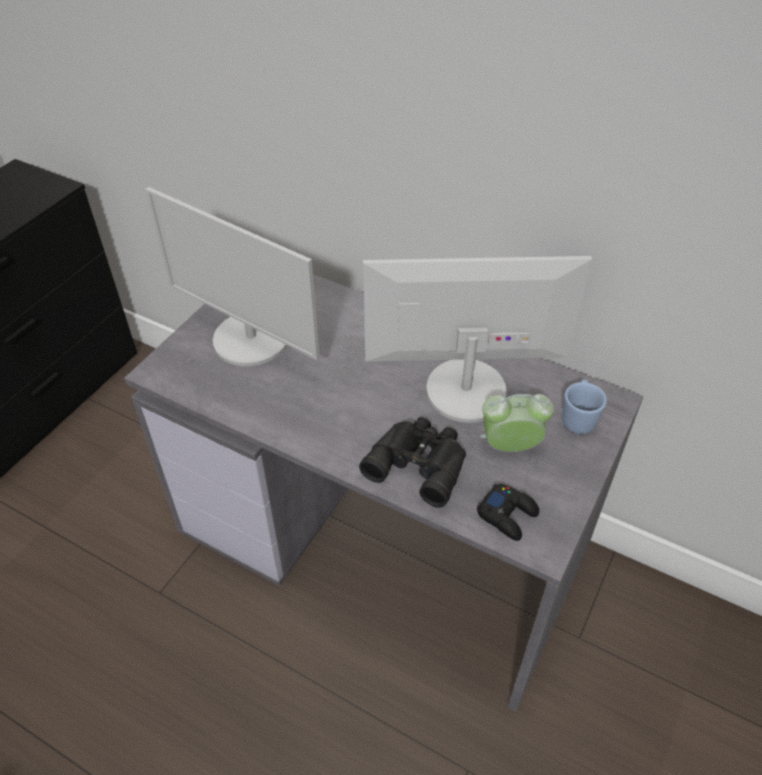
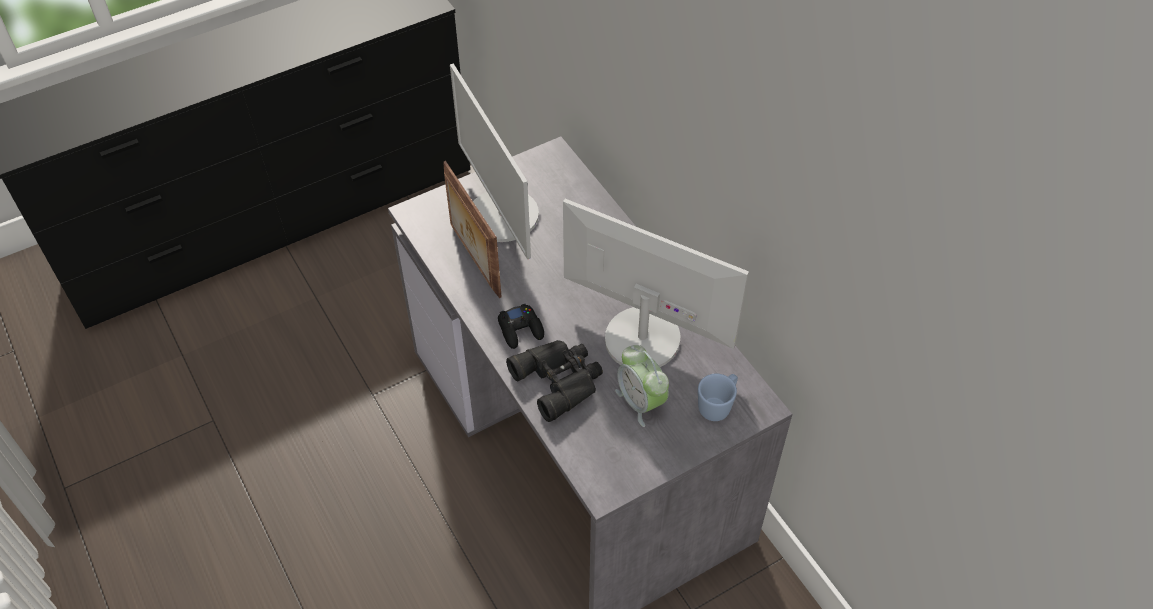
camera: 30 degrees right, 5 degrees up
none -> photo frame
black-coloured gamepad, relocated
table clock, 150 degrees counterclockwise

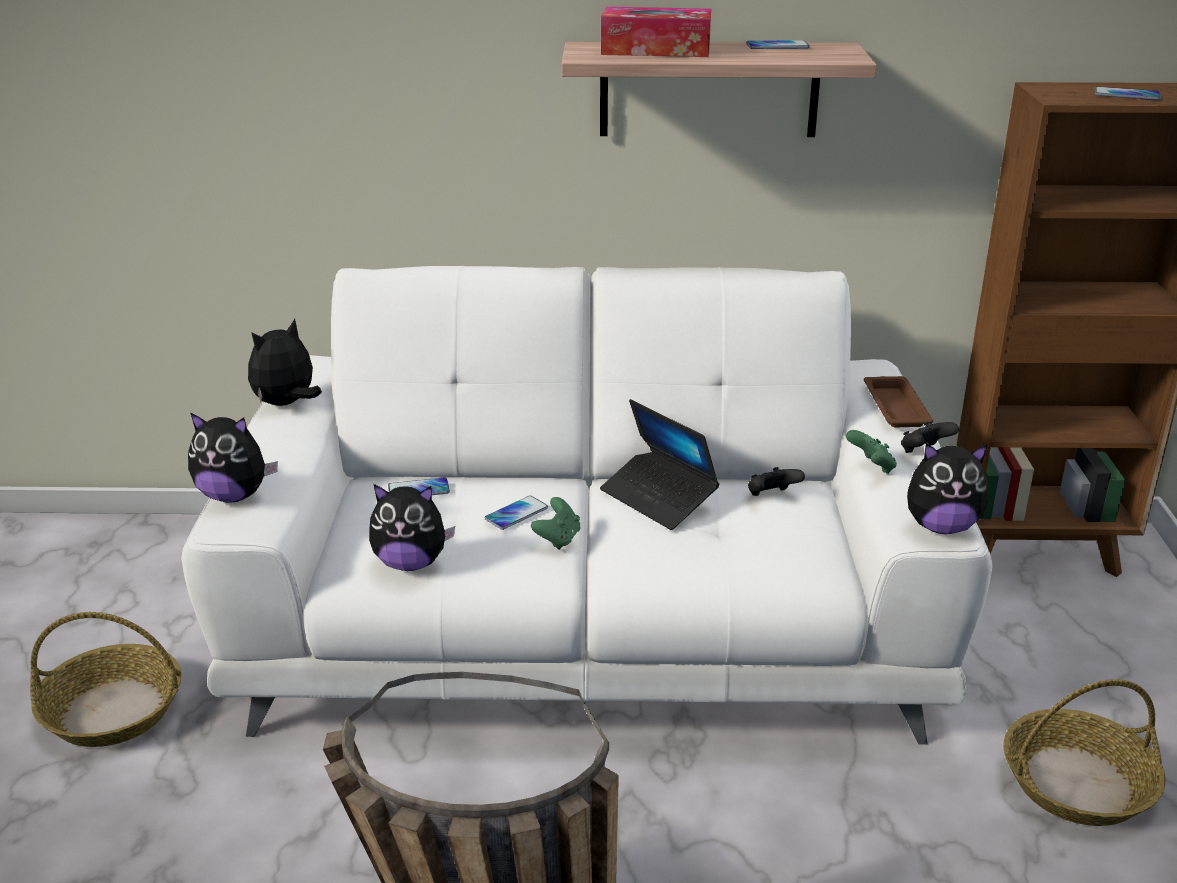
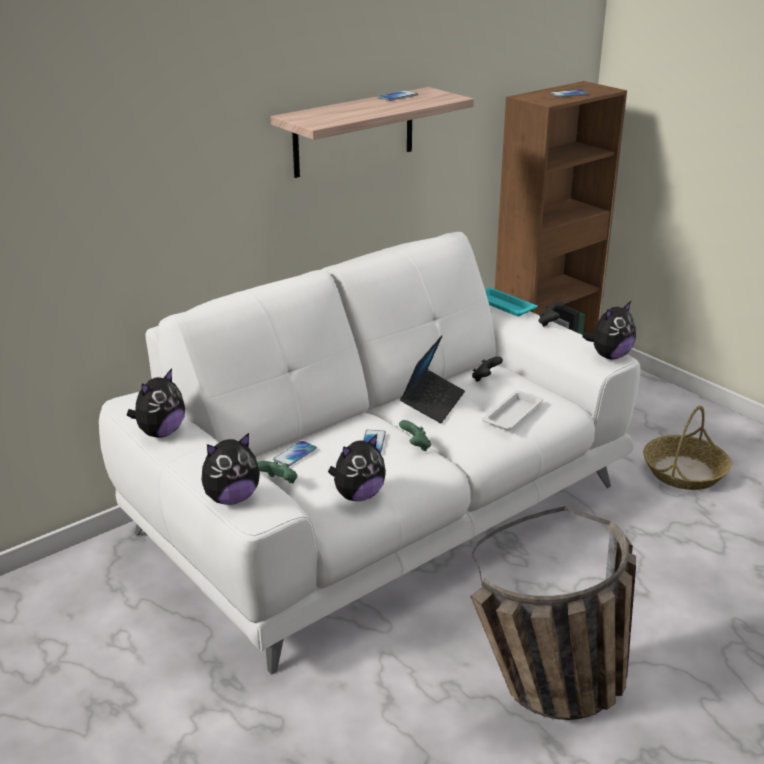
camera: 40 degrees left, 0 degrees up
soft toy (no. 2 from left in the first image) -> soft toy (no. 1 from left), 150 degrees counterclockwise
greenish gamepad (no. 2 from left in the first image) -> greenish gamepad (no. 1 from left), relocated
portable computer, 75 degrees counterclockwise
none -> whitish serving tray
brown-coloured serving tray -> turquoise-coloured serving tray
household basket (no. 1 from left) -> none
tissue holder -> none

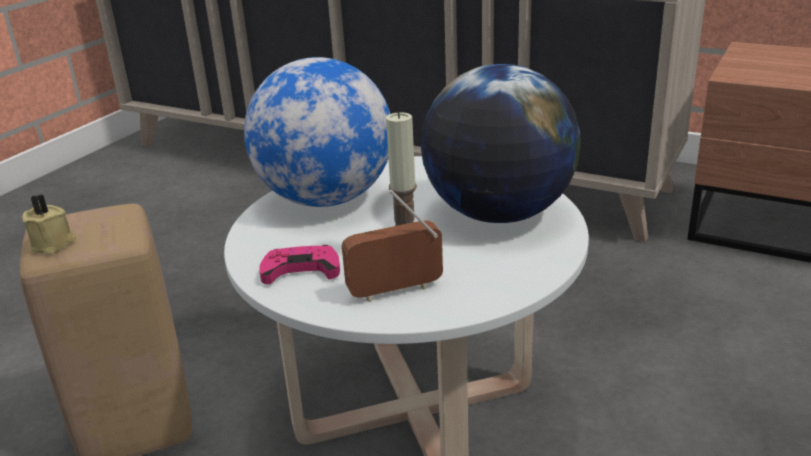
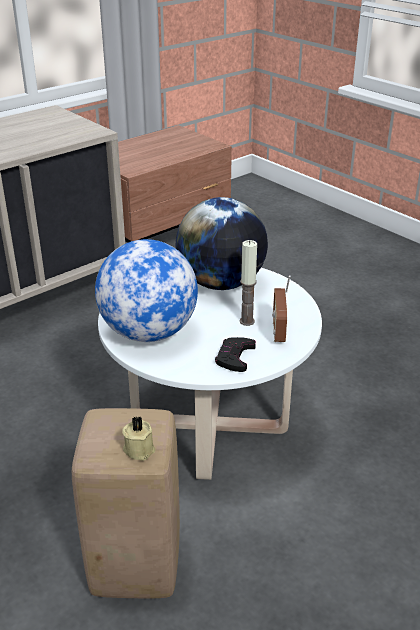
camera: 70 degrees left, 5 degrees up
pink-coloured gamepad -> black-coloured gamepad

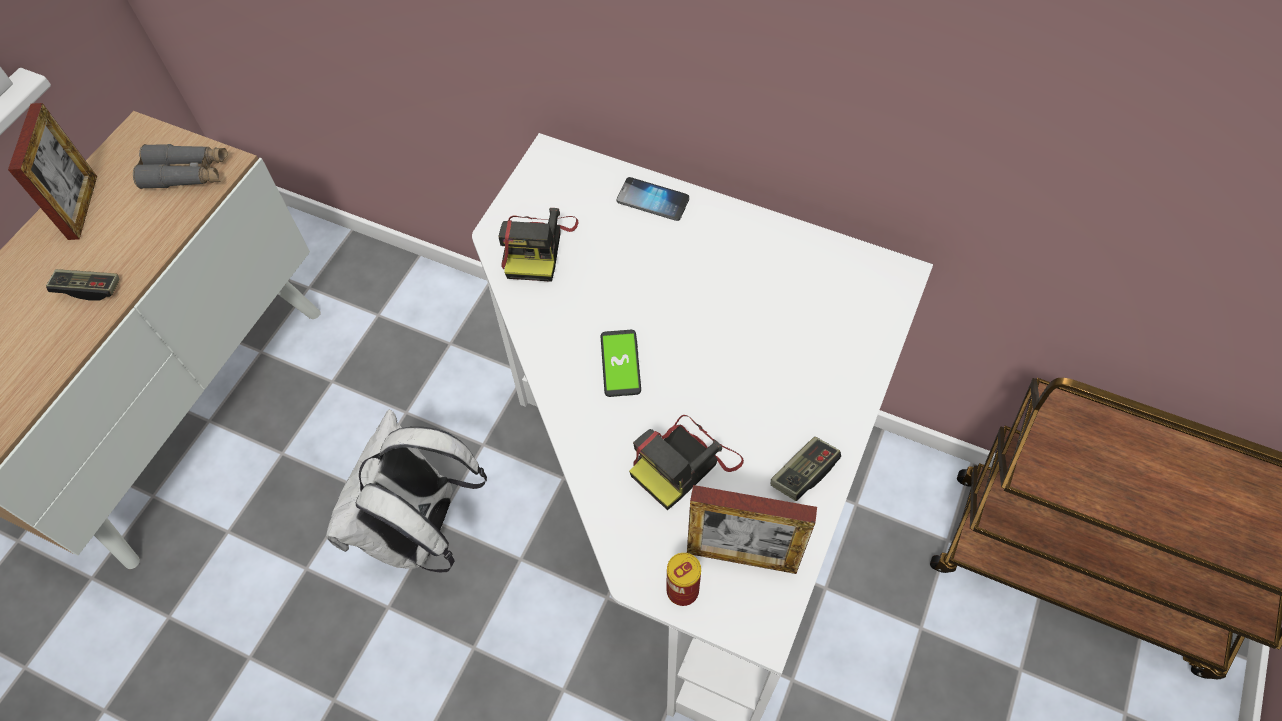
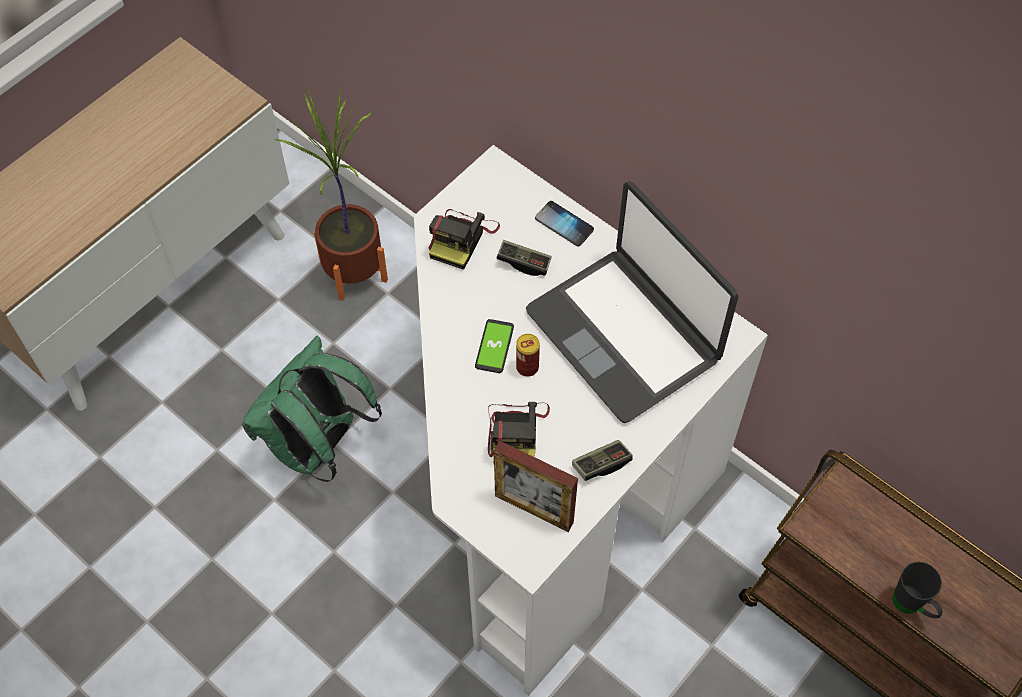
camera: 15 degrees right, 0 degrees up
whitish knapsack -> greenish knapsack
none -> houseplant
photo camera (no. 2 from left), 60 degrees counterclockwise
gamepad (no. 1 from left), relocated
can, relocated
none -> portable computer
none -> black-coloured mug
photo frame (no. 1 from left) -> none
greyish pair of binoculars -> none

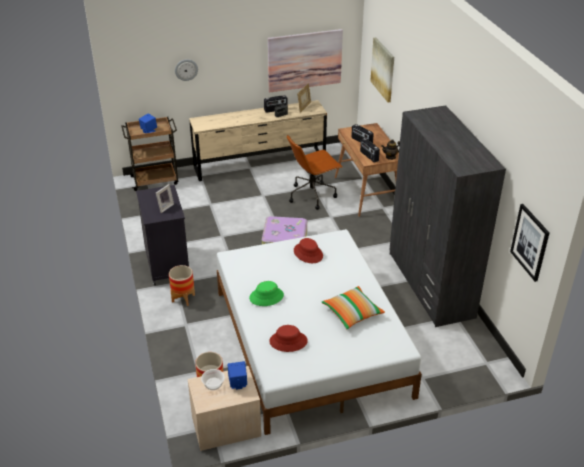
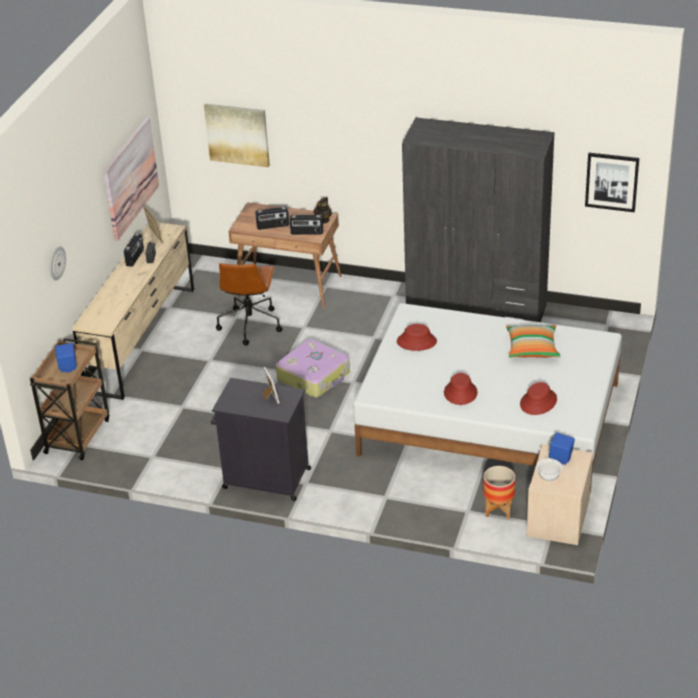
camera: 55 degrees left, 0 degrees up
greenish wearable hat -> red wearable hat (no. 2 from left)
plant pot (no. 1 from left) -> none

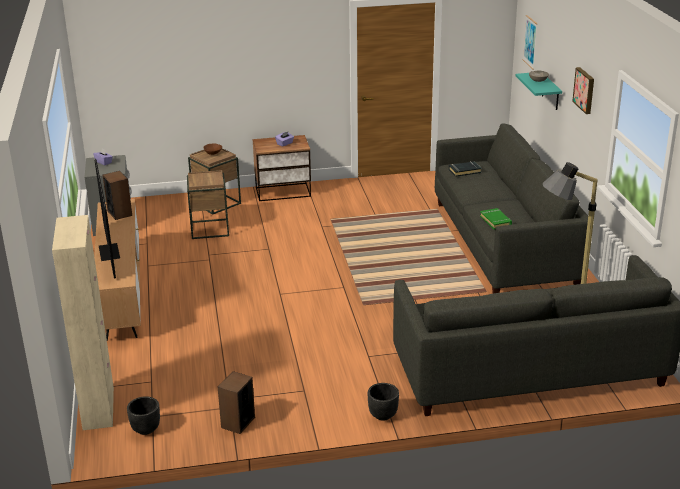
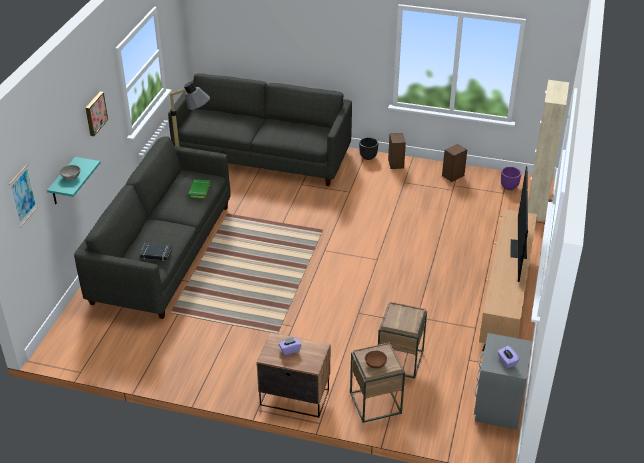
camera: 155 degrees left, 10 degrees up
speaker (no. 1 from left), relocated
black-coloured plant pot (no. 1 from left) -> purple-coloured plant pot

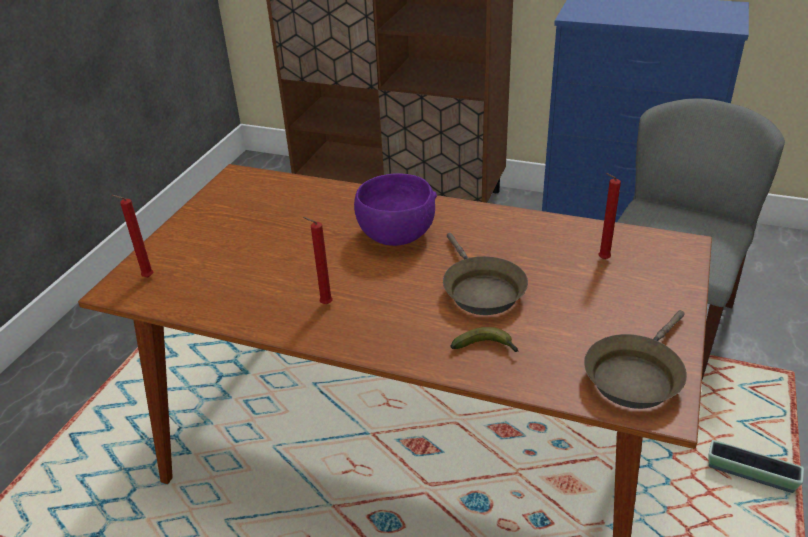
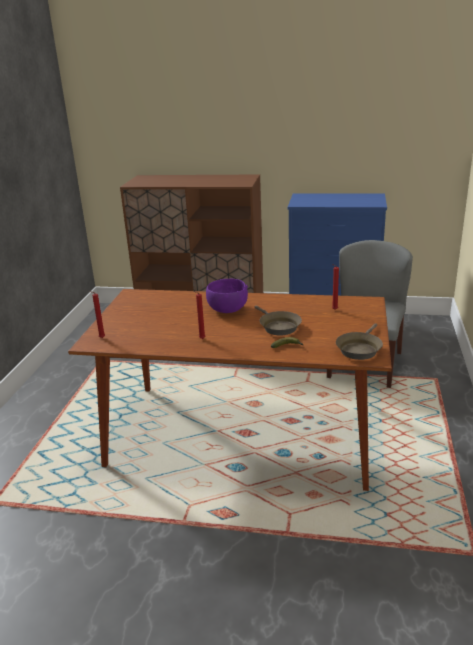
camera: 10 degrees left, 10 degrees down
plant pot -> none

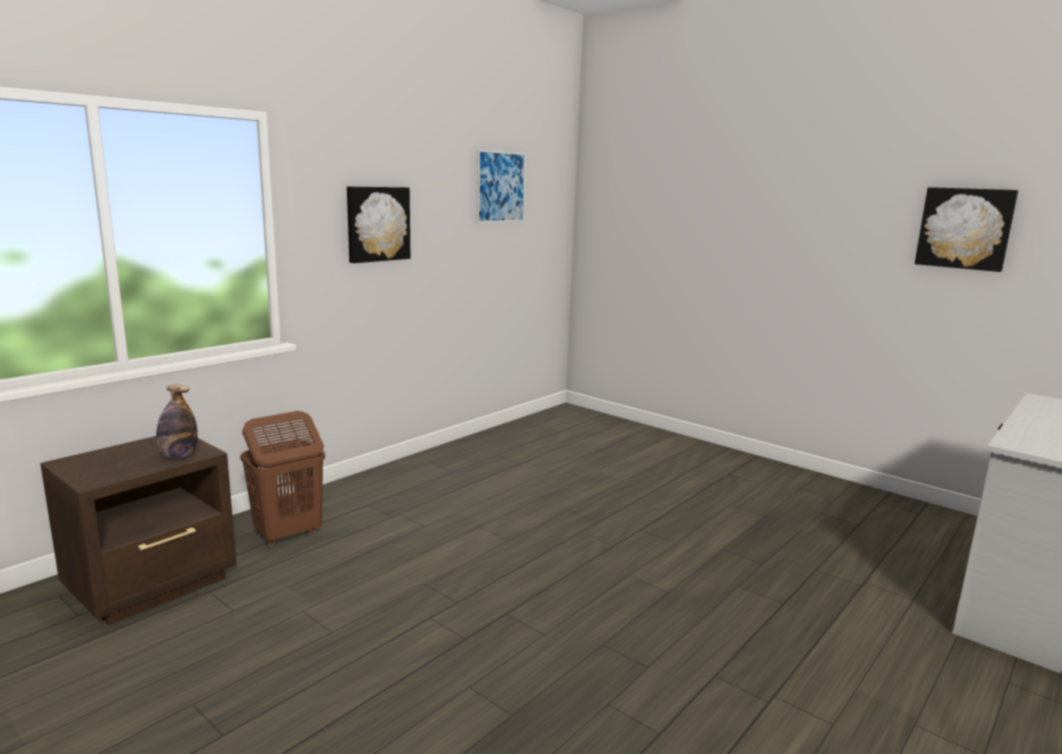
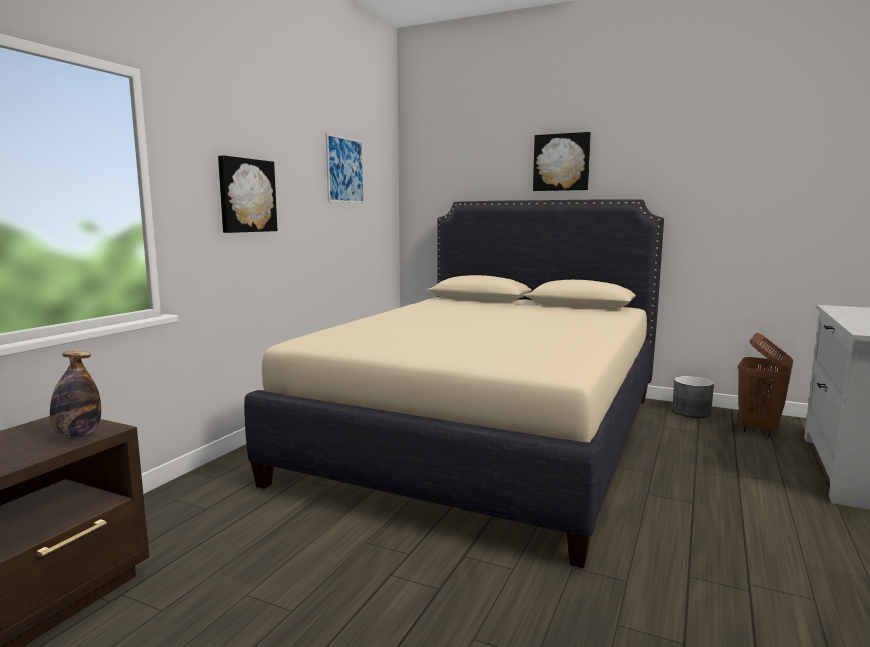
camera: 15 degrees left, 5 degrees down
none -> beige-coloured bed
picture (no. 3 from left), relocated
none -> greyish plant pot
brown-coloured laundry basket, relocated

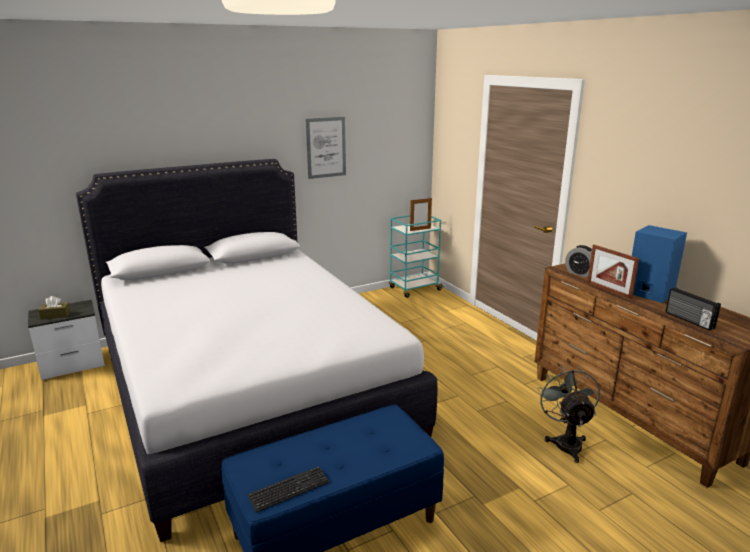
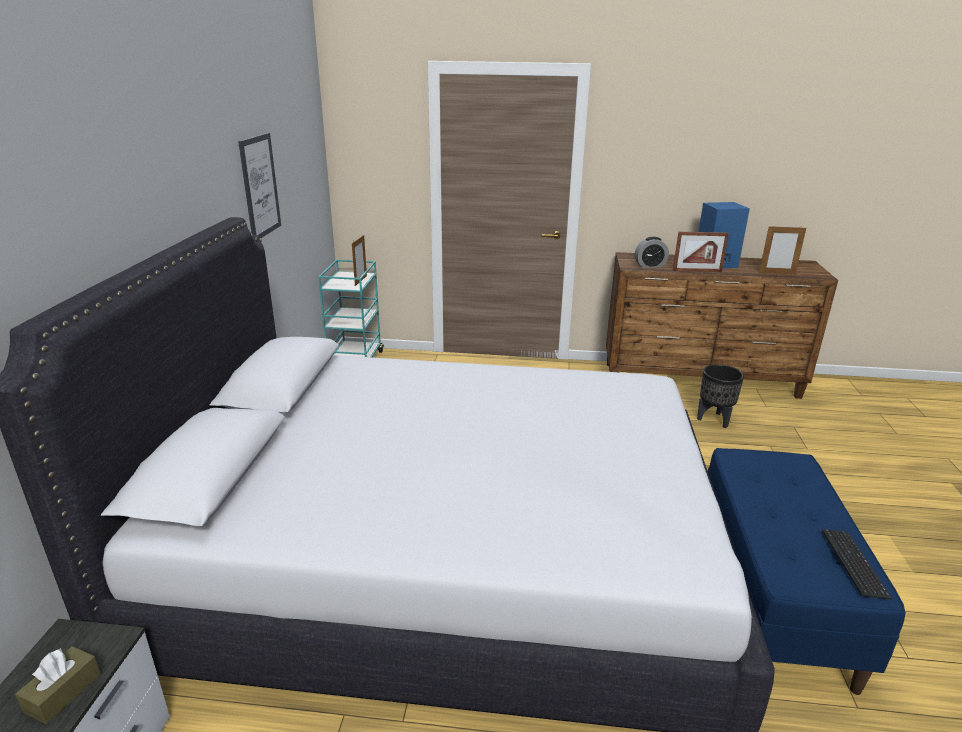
camera: 55 degrees left, 5 degrees up
greyish cooling fan -> black-coloured plant pot
radio receiver -> photo frame (no. 3 from left)

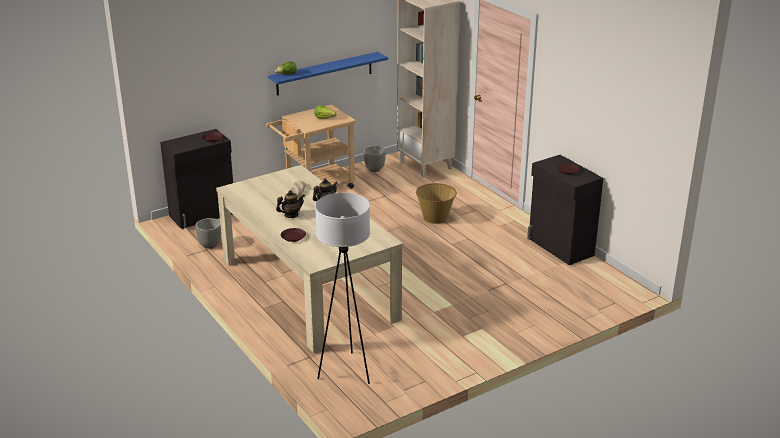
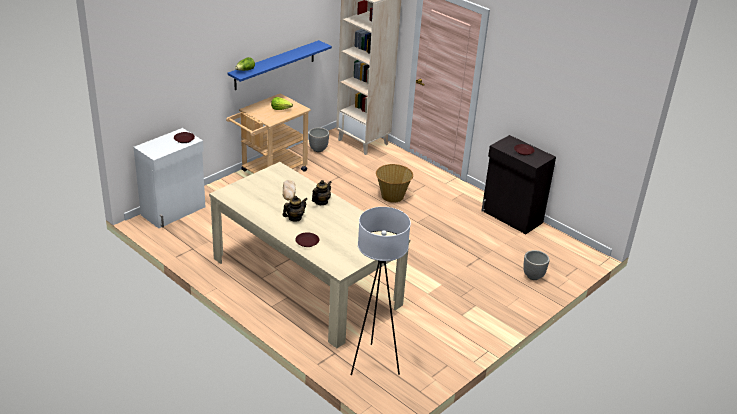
camera: 15 degrees left, 5 degrees up
black-coloured cabinet (no. 1 from left) -> whitish cabinet
plant pot (no. 1 from left in the first image) -> plant pot (no. 2 from left), relocated

